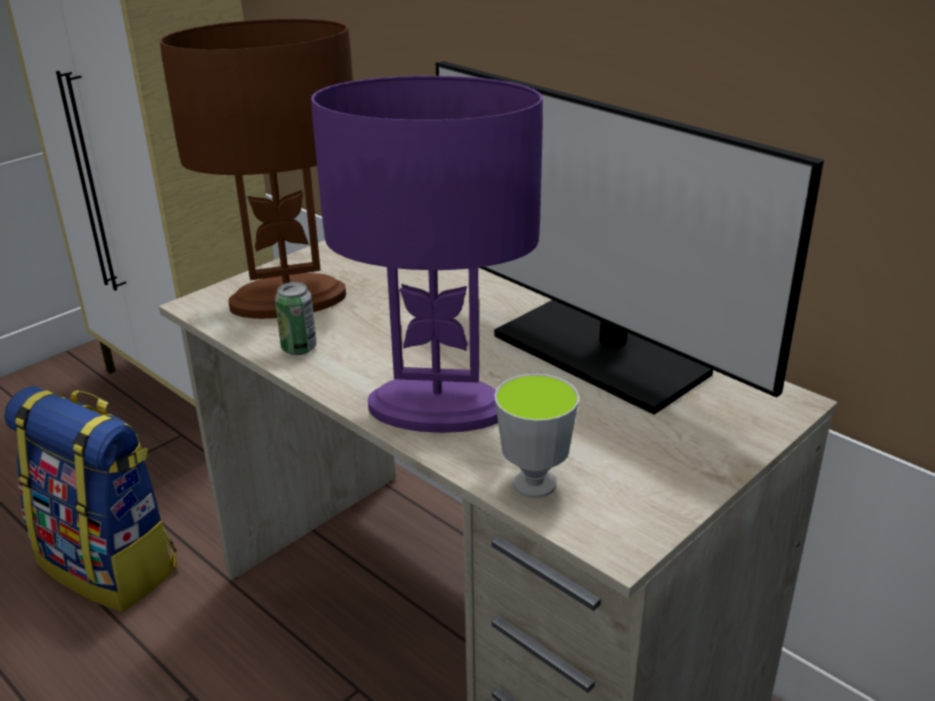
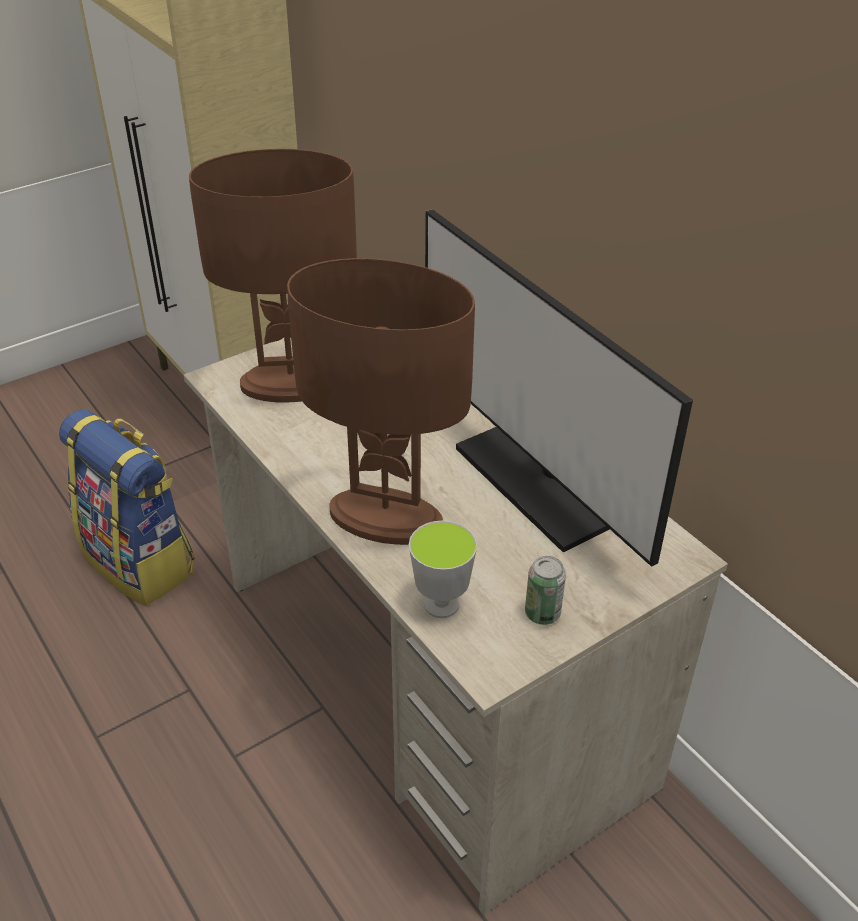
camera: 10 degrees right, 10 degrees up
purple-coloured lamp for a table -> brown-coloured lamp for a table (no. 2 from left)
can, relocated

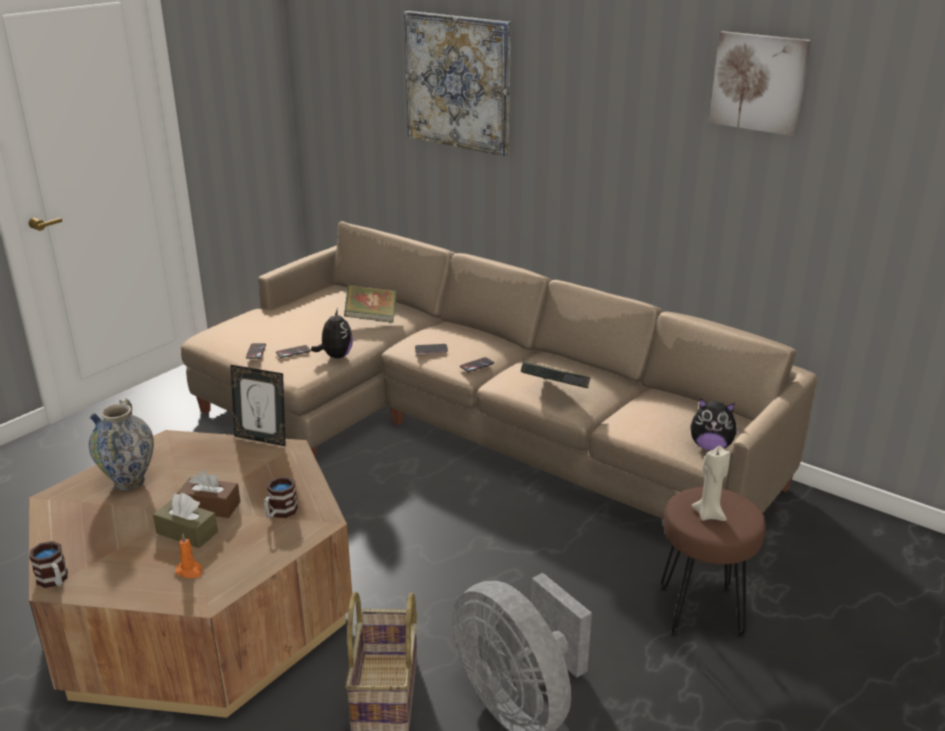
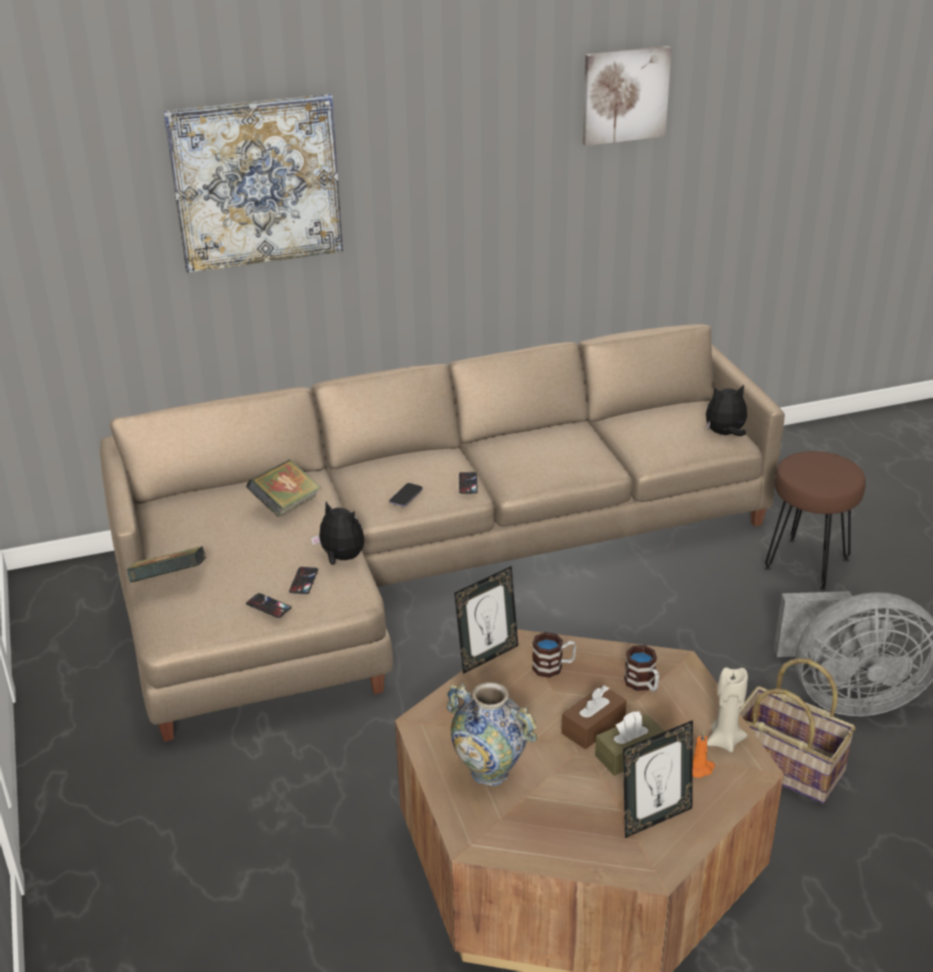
camera: 55 degrees left, 5 degrees up
bound book (no. 2 from left in the first image) -> bound book (no. 1 from left), relocated
mug (no. 1 from left), relocated
none -> photo frame (no. 2 from left)
soft toy (no. 2 from left), 150 degrees counterclockwise
beige-coloured wax candle, relocated

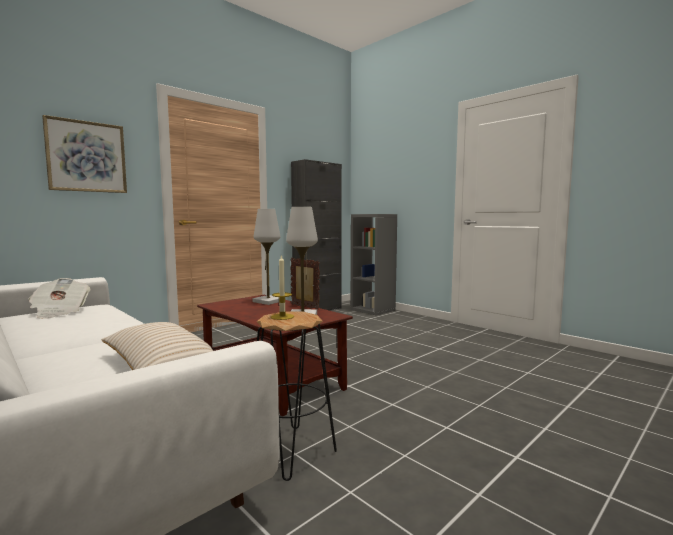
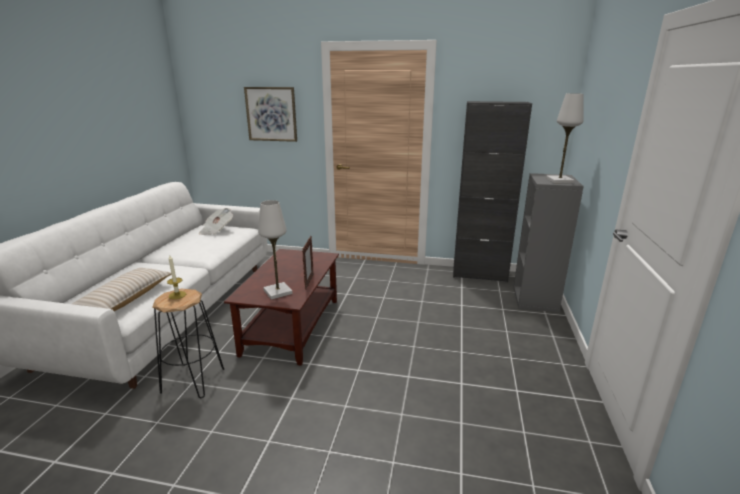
camera: 55 degrees right, 15 degrees up
whitish lamp for a table (no. 1 from left in the first image) -> whitish lamp for a table (no. 2 from left), relocated

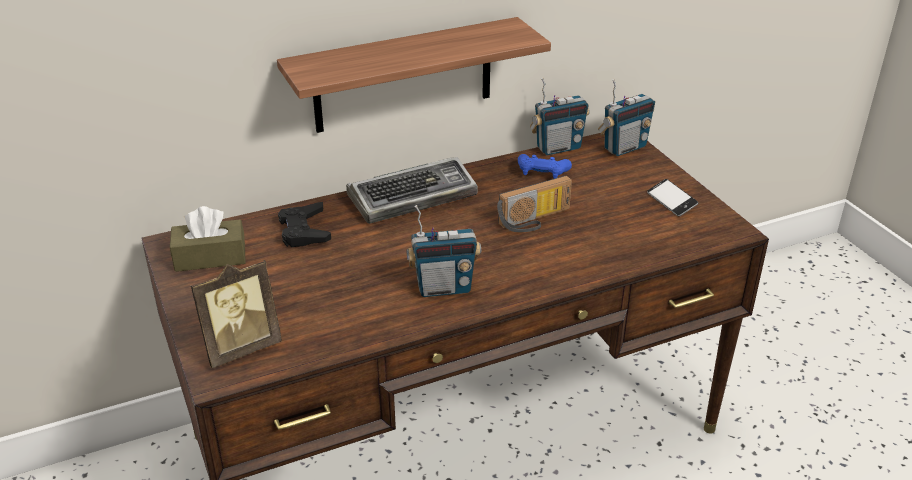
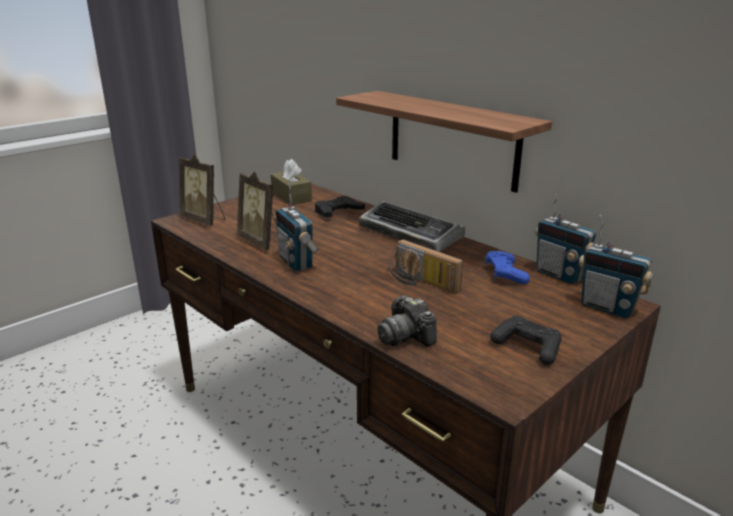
camera: 70 degrees right, 10 degrees down
none -> photo frame (no. 2 from left)
none -> photo camera
telephone -> black-coloured gamepad (no. 2 from left)

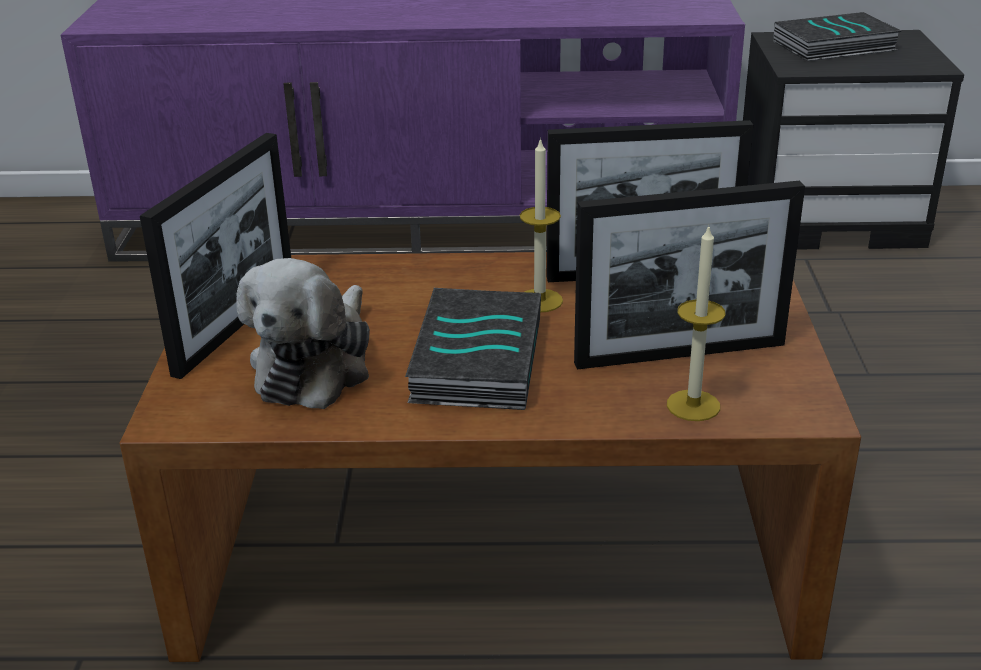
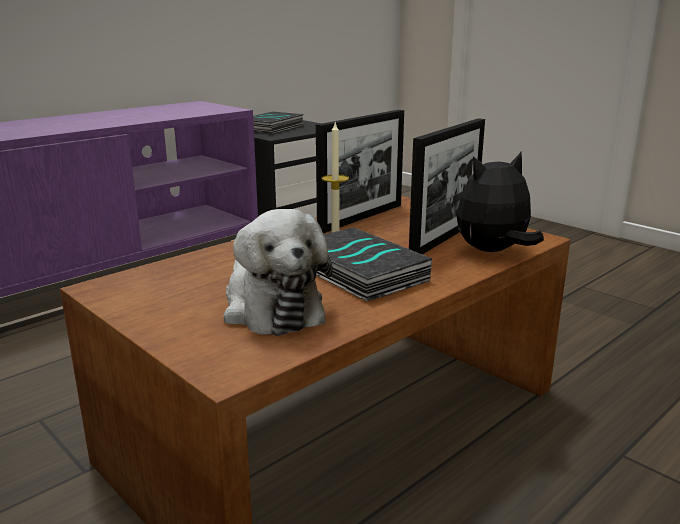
camera: 45 degrees left, 10 degrees down
wax candle (no. 2 from left) -> soft toy (no. 2 from left)
photo frame (no. 1 from left) -> none

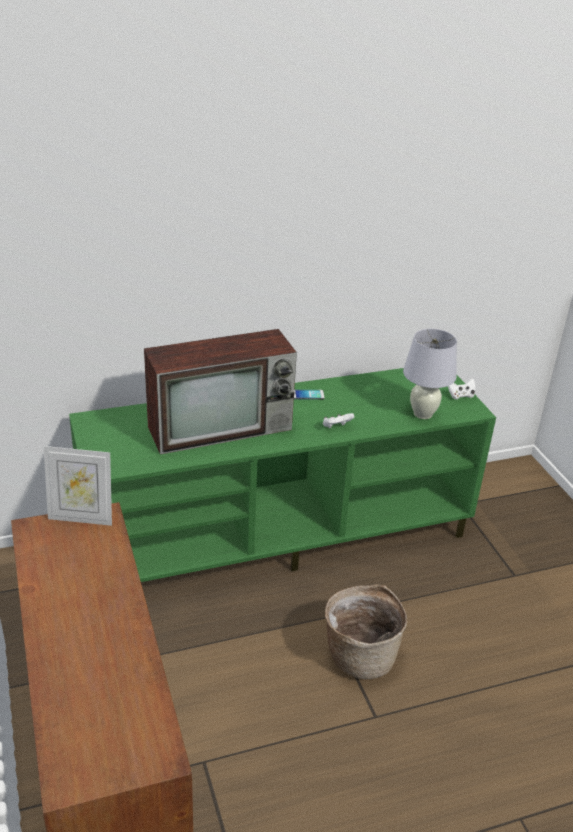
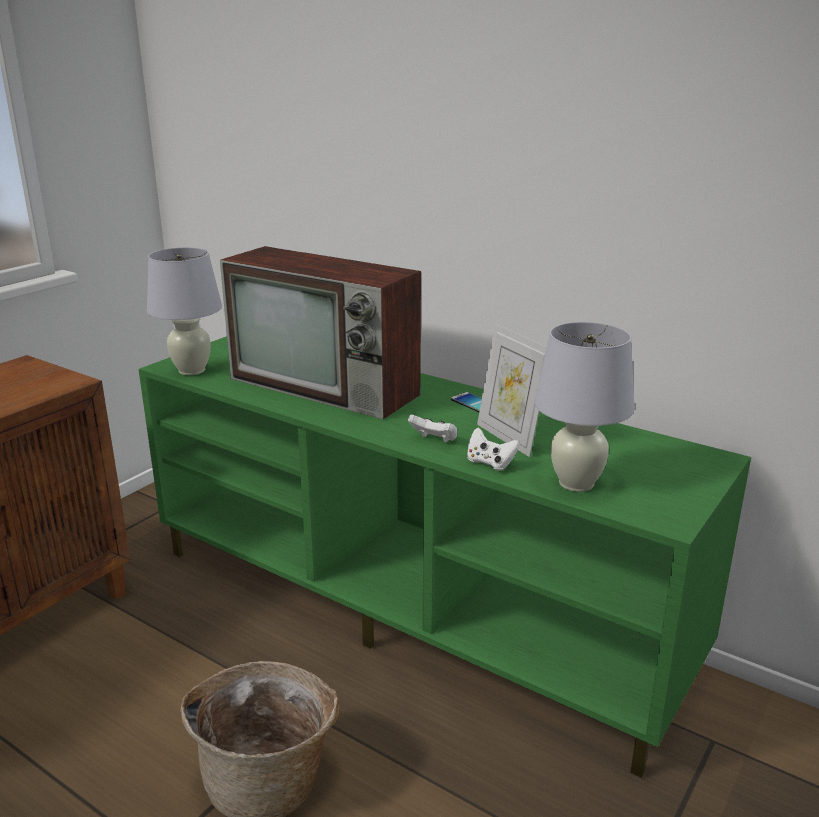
camera: 55 degrees right, 10 degrees down
none -> whitish lamp for a table (no. 1 from left)
whitish gamepad (no. 2 from left), relocated
photo frame, relocated

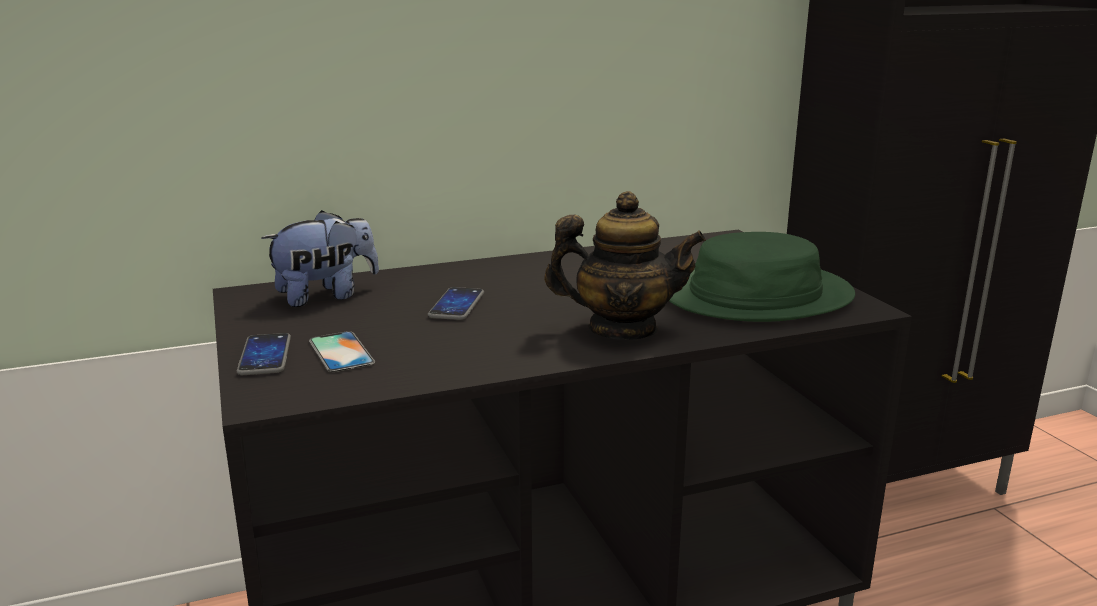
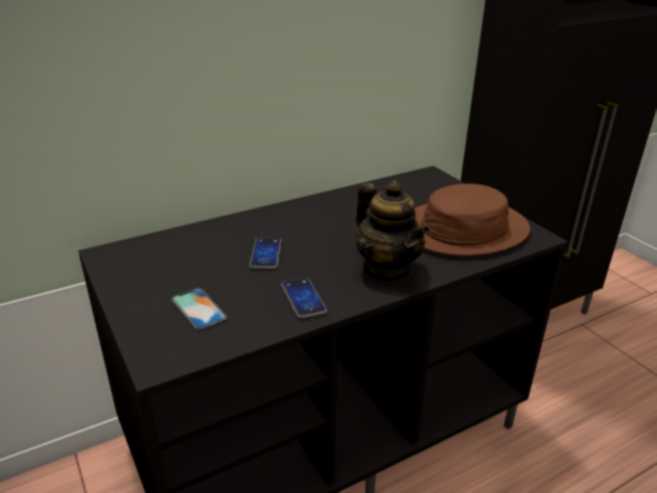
camera: 10 degrees left, 10 degrees up
telephone (no. 1 from left in the first image) -> telephone (no. 3 from left), relocated
tea pot, 60 degrees clockwise
greenish wearable hat -> brown-coloured wearable hat
soft toy -> none

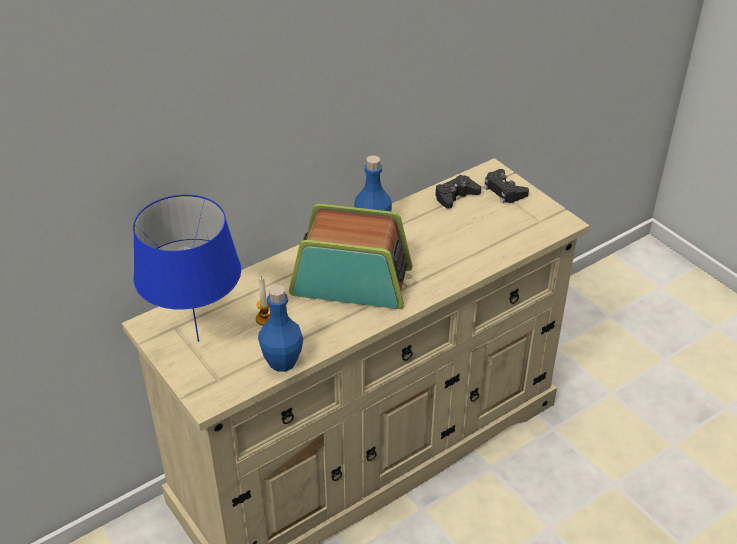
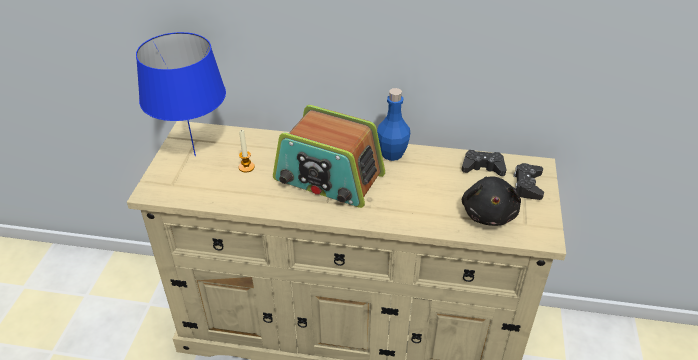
camera: 45 degrees right, 0 degrees up
radio receiver, 150 degrees clockwise
none -> black-coloured soft toy
blue beverage bottle (no. 1 from left) -> none

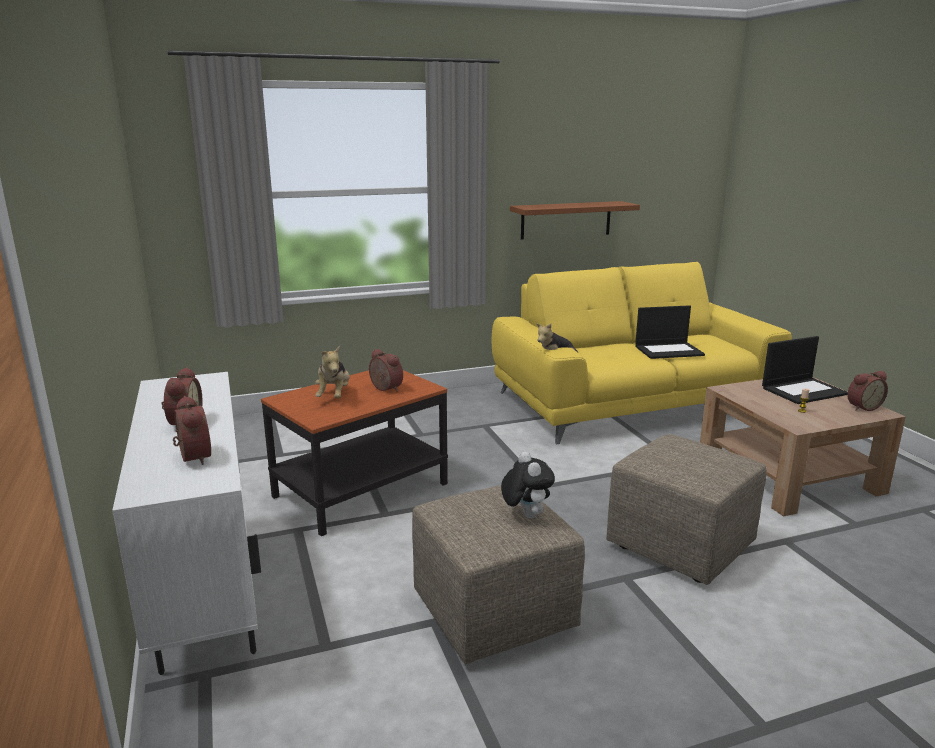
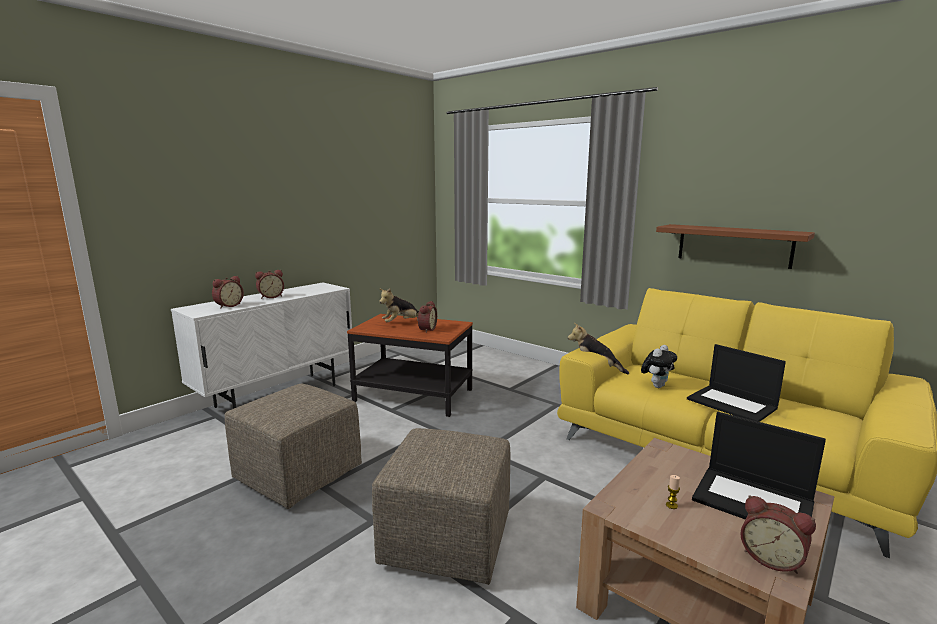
camera: 60 degrees right, 5 degrees down
soft toy (no. 2 from left in the first image) -> soft toy (no. 3 from left), relocated

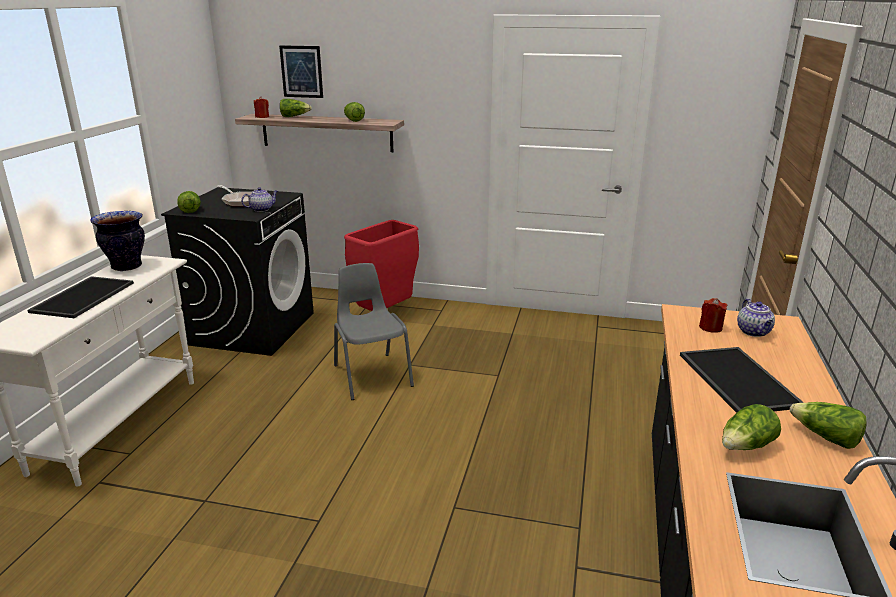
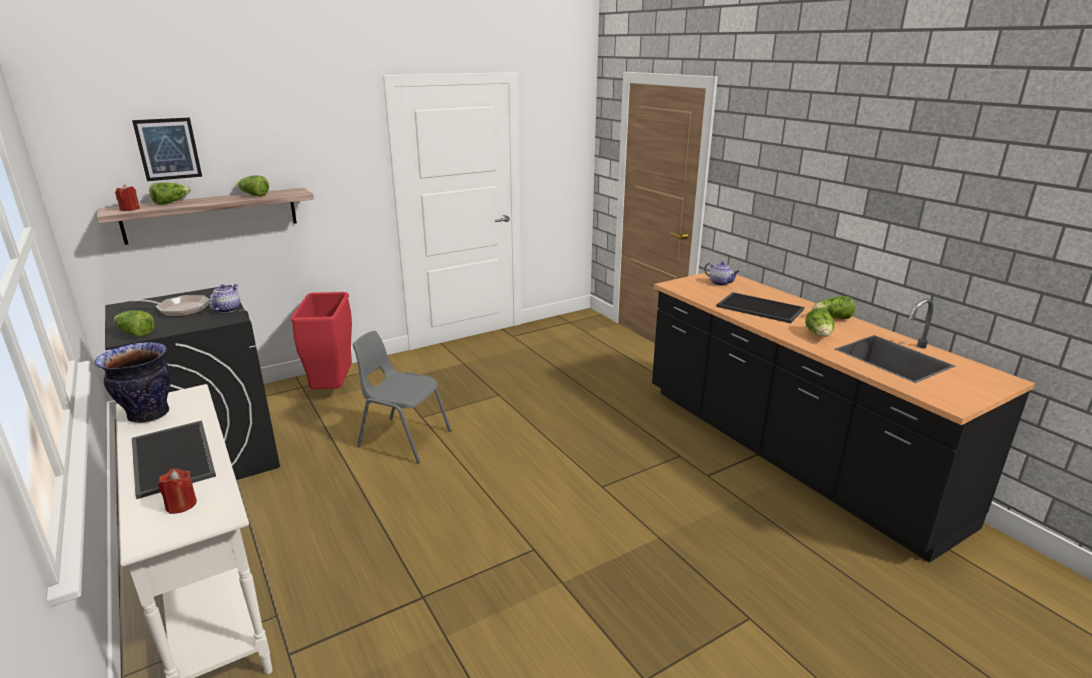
camera: 45 degrees left, 0 degrees up
red wax candle (no. 2 from left), relocated

